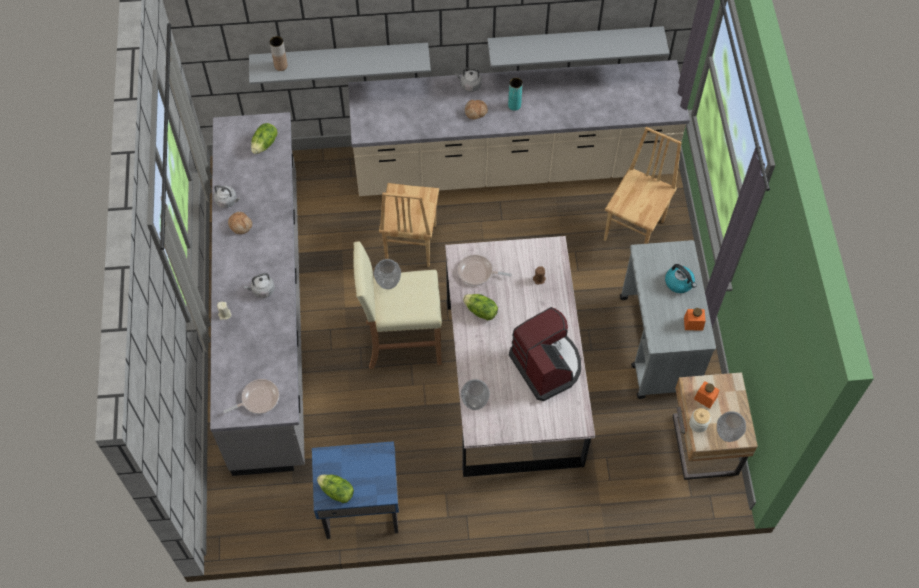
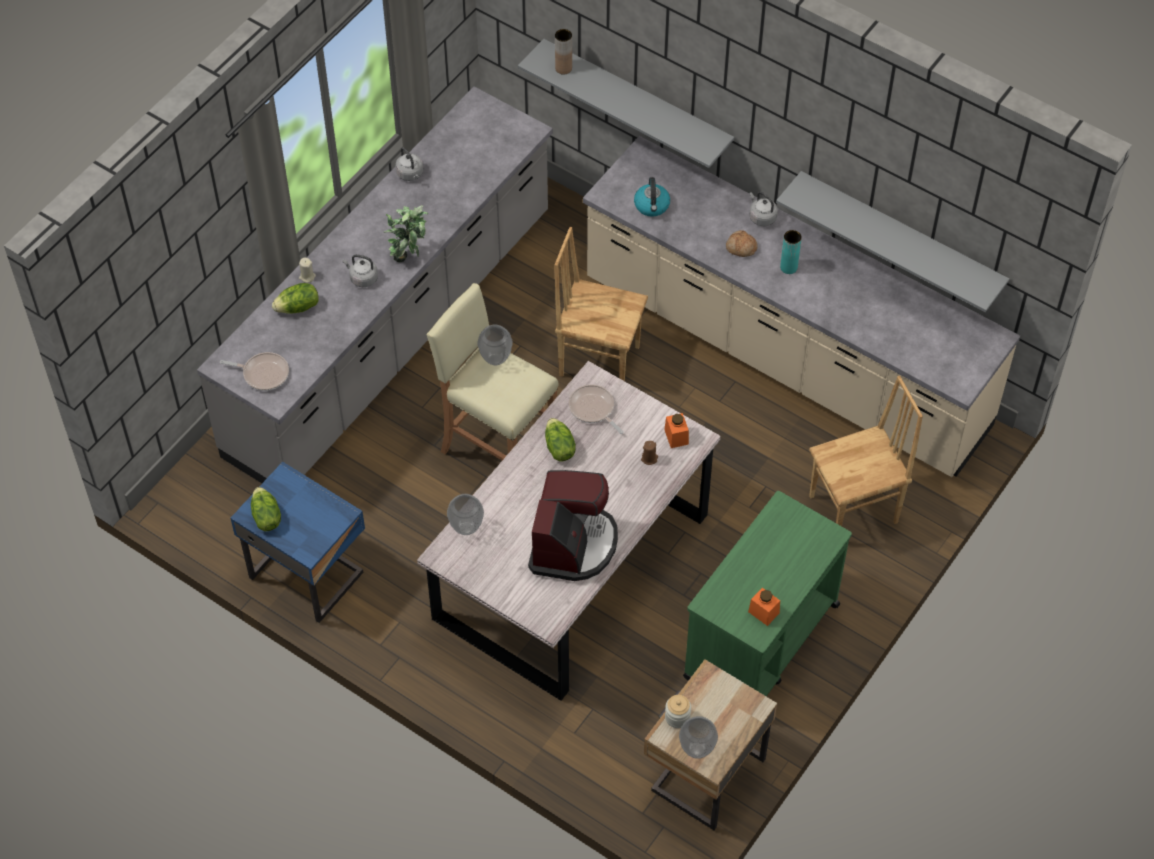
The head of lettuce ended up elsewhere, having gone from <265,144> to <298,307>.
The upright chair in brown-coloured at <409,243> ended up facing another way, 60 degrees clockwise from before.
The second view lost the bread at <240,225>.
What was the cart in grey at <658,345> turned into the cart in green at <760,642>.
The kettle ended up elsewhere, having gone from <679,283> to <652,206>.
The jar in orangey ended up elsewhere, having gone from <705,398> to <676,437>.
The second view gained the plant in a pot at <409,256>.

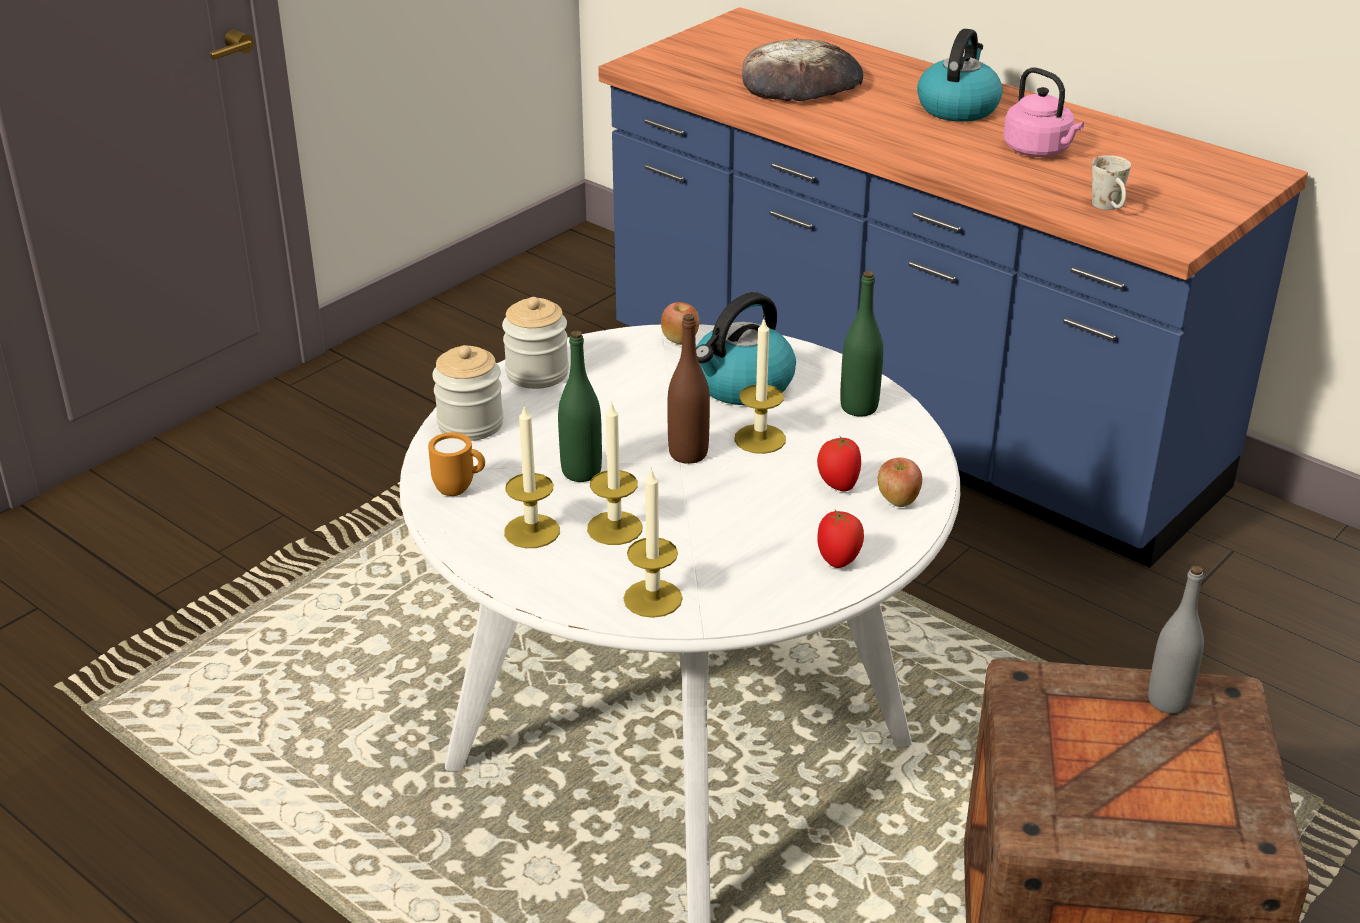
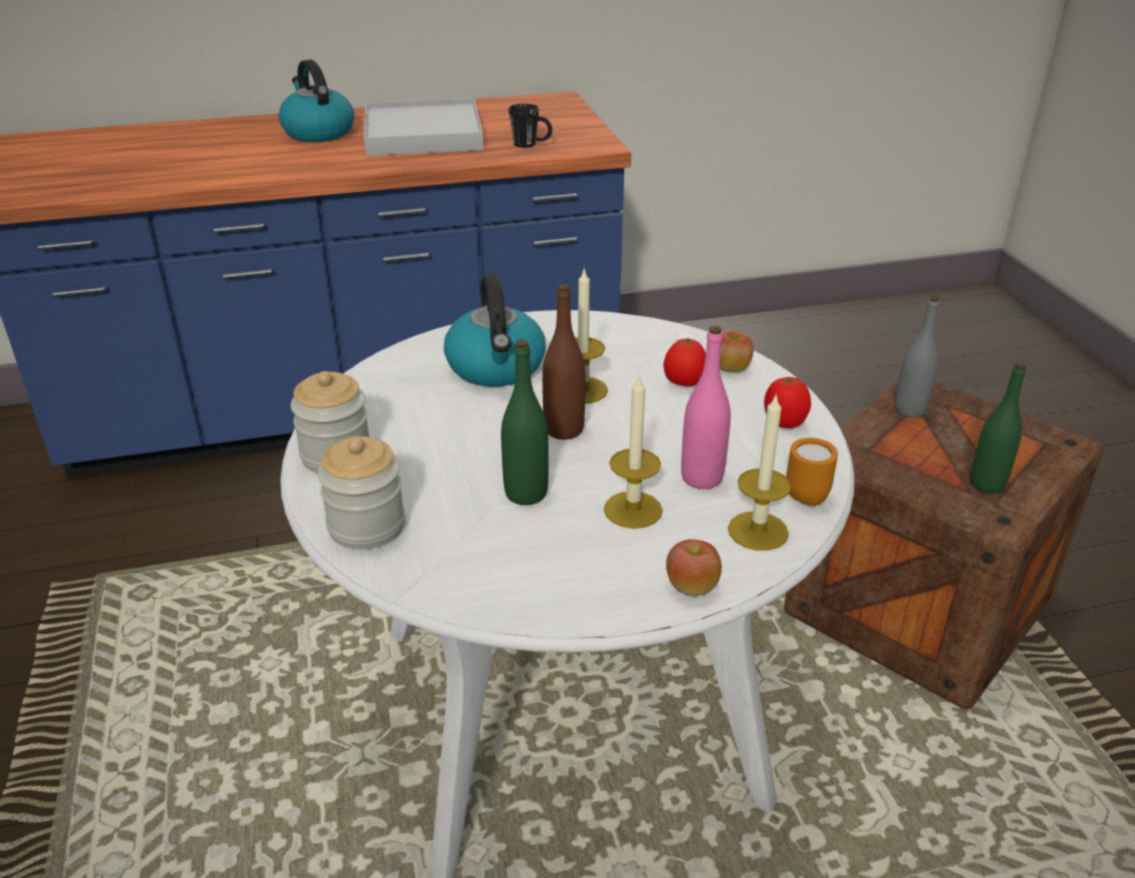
The second view lost the bread at <801,82>.
Where the kettle in pink-coloured stood at <1039,151>, the tray in white came to stand at <423,134>.
What was the coffee mug in white at <1110,208> turned into the coffee mug in black at <531,145>.
The drink bottle in green ended up elsewhere, having gone from <859,407> to <987,484>.
The whole apple ended up elsewhere, having gone from <680,340> to <691,588>.
The second view lost the candle at <532,531>.
The coffee mug in orangey ended up elsewhere, having gone from <460,489> to <810,494>.
The second view gained the drink bottle in pink-coloured at <702,478>.

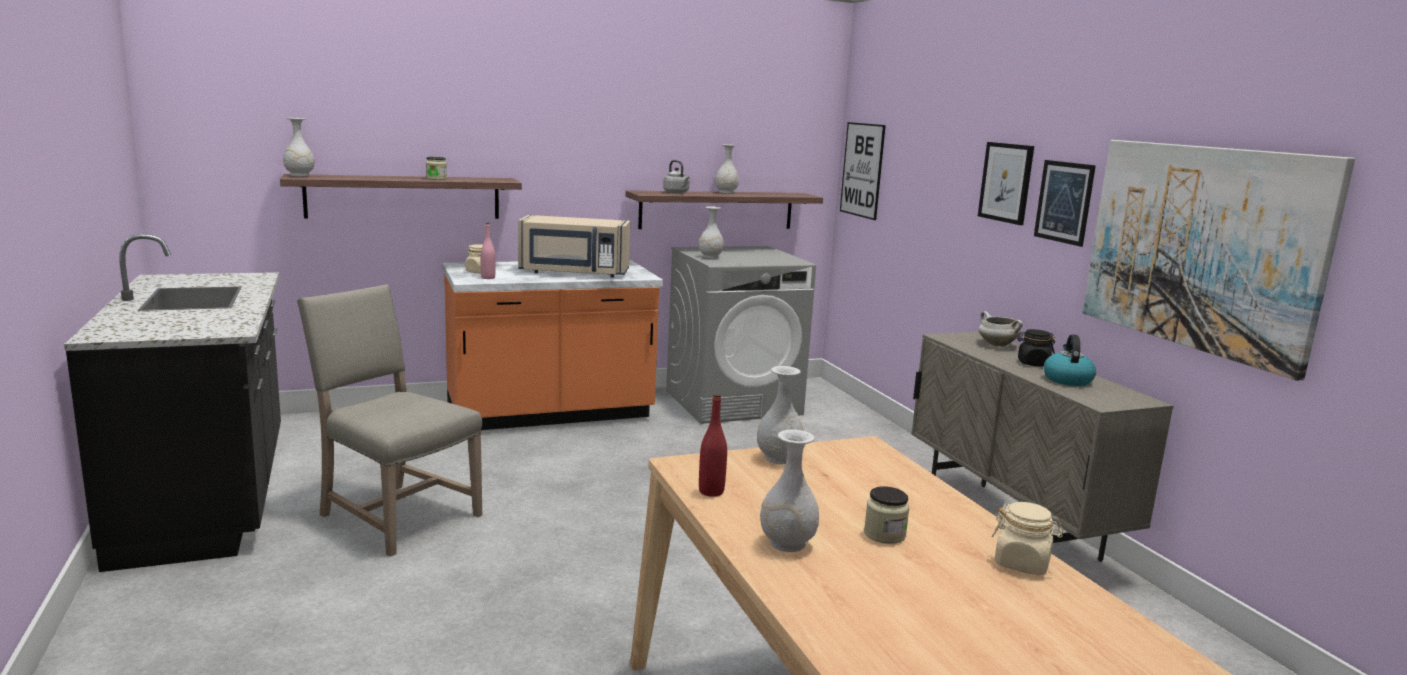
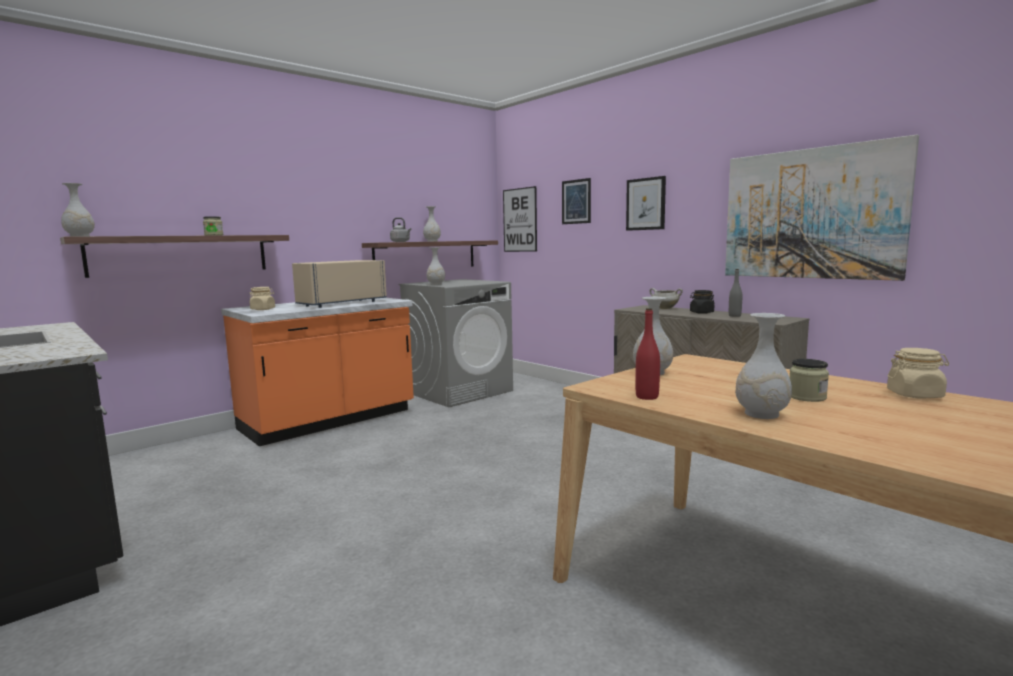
The wall art ended up elsewhere, having gone from <1064,202> to <576,201>.
The kitchen microwave in sand-coloured at <574,273> ended up facing another way, 150 degrees clockwise from before.
The second view lost the drink bottle in pink-coloured at <488,278>.
The second view lost the upright chair in sand-coloured at <394,515>.
Where the kettle stood at <1067,379>, the drink bottle in grey came to stand at <734,316>.

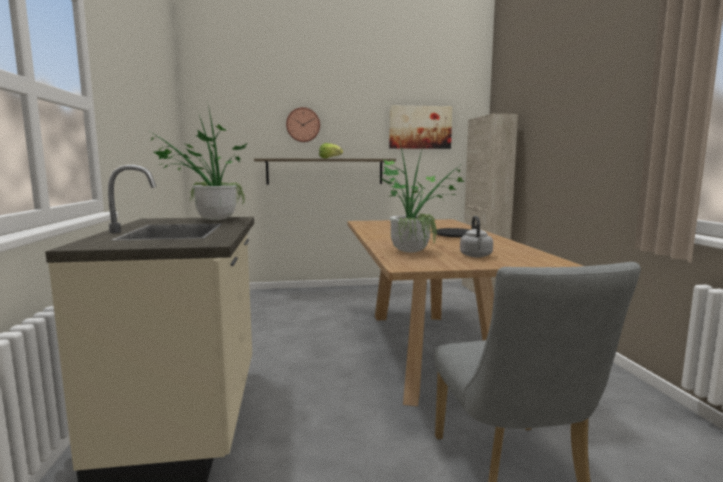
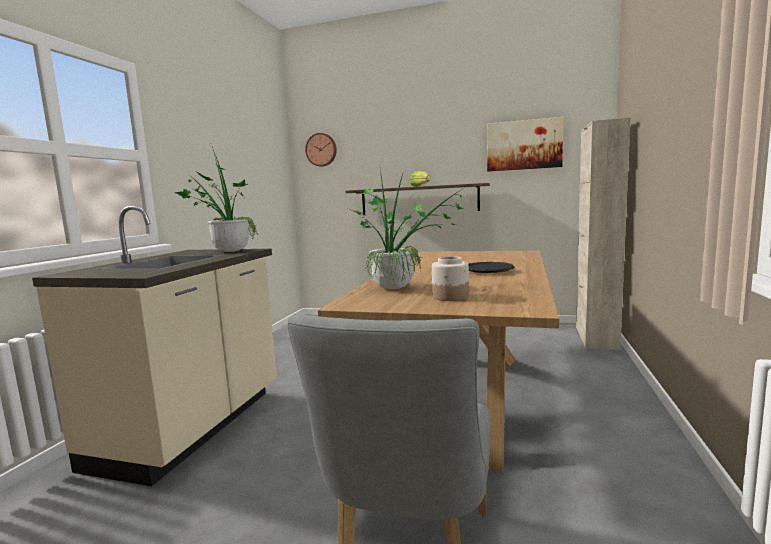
The wall clock ended up elsewhere, having gone from <303,125> to <321,150>.
Where the kettle in grey stood at <476,256>, the jar came to stand at <450,297>.

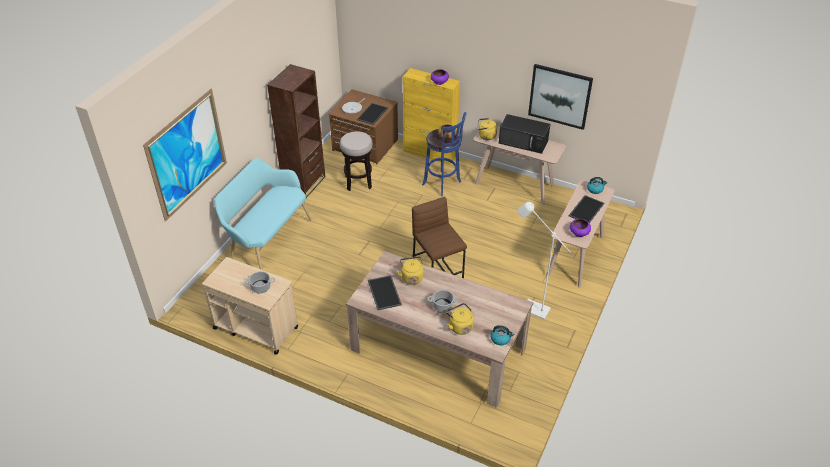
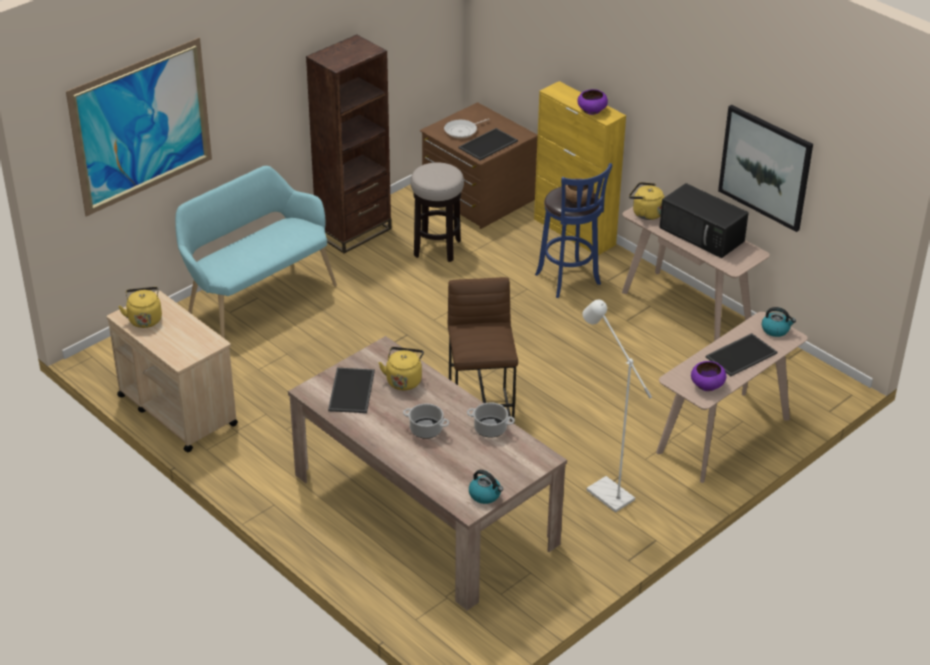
The saucepot ended up elsewhere, having gone from <260,287> to <490,429>.
The kettle in yellow-coloured ended up elsewhere, having gone from <460,326> to <144,319>.

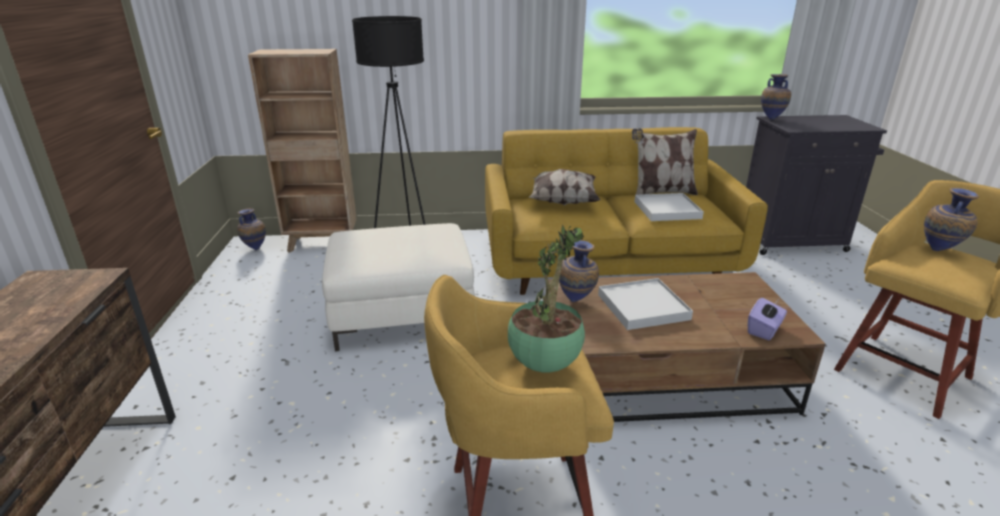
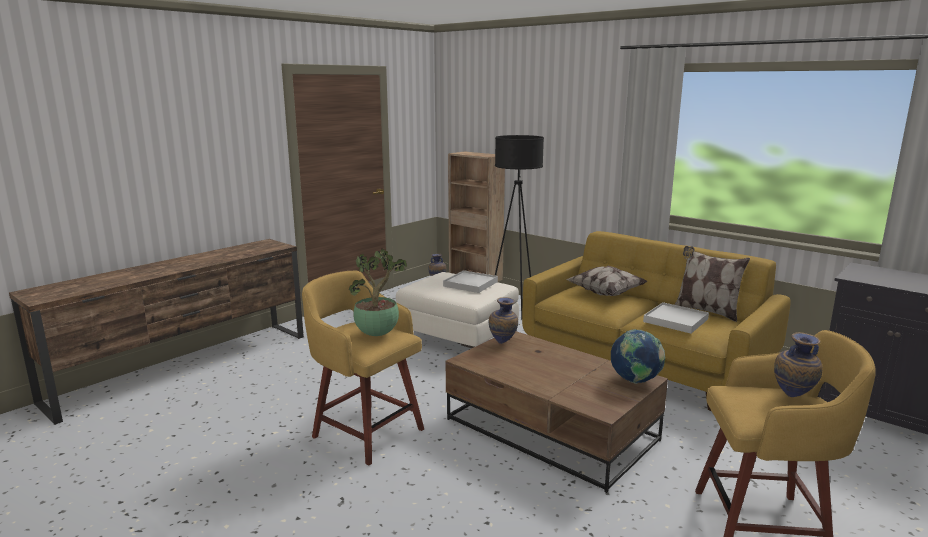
The second view lost the decorative vase at <771,119>.
The tray in white ended up elsewhere, having gone from <643,307> to <470,284>.
The second view lost the box of tissues in purplish at <764,330>.
The second view gained the globe at <635,381>.

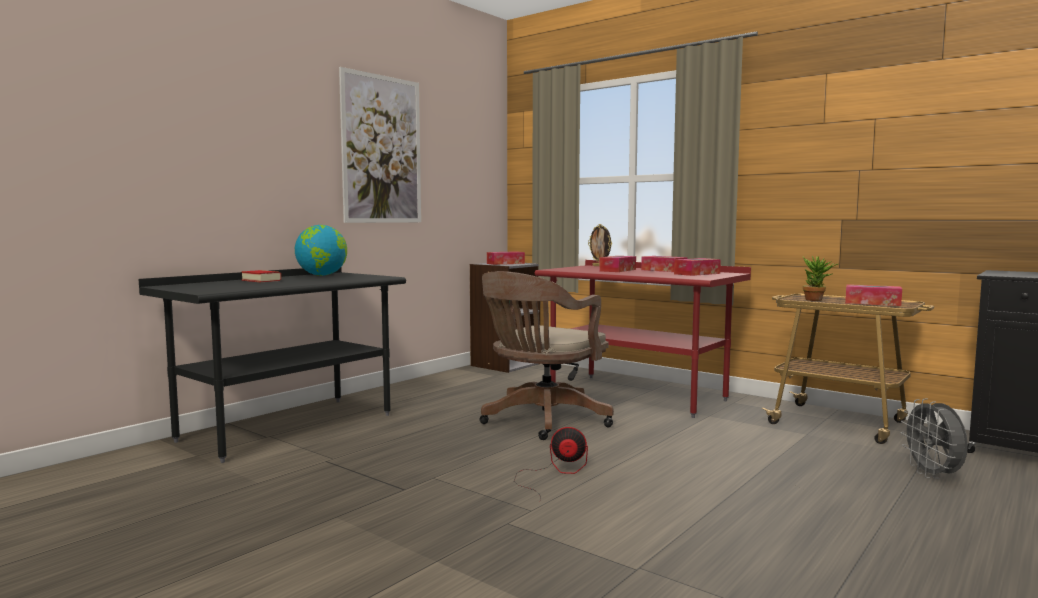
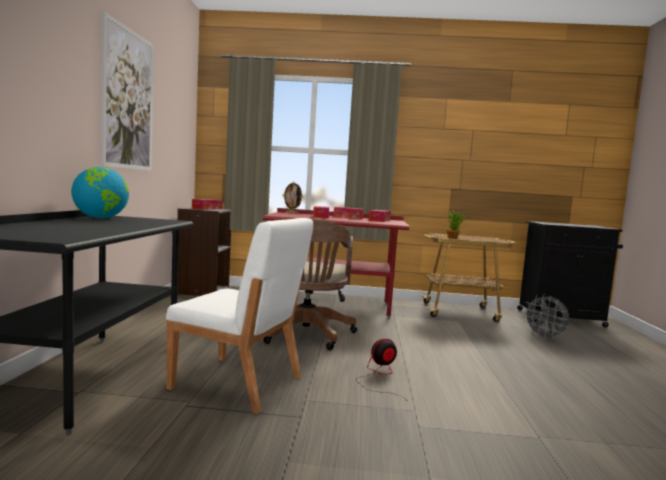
The second view lost the bound book at <261,280>.
The second view lost the box of tissues at <872,303>.
The second view gained the upright chair in white at <238,383>.

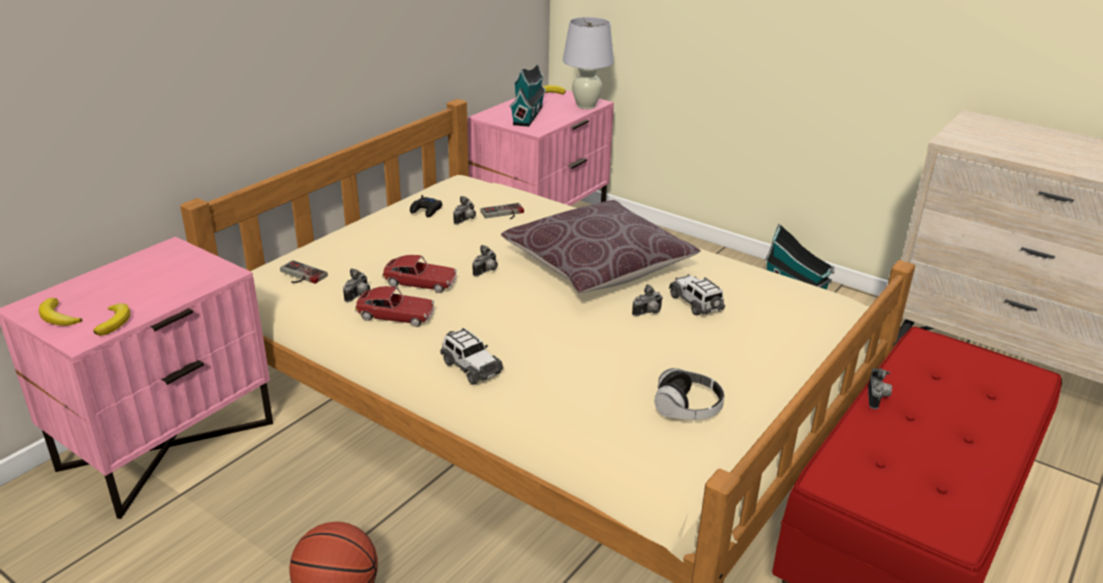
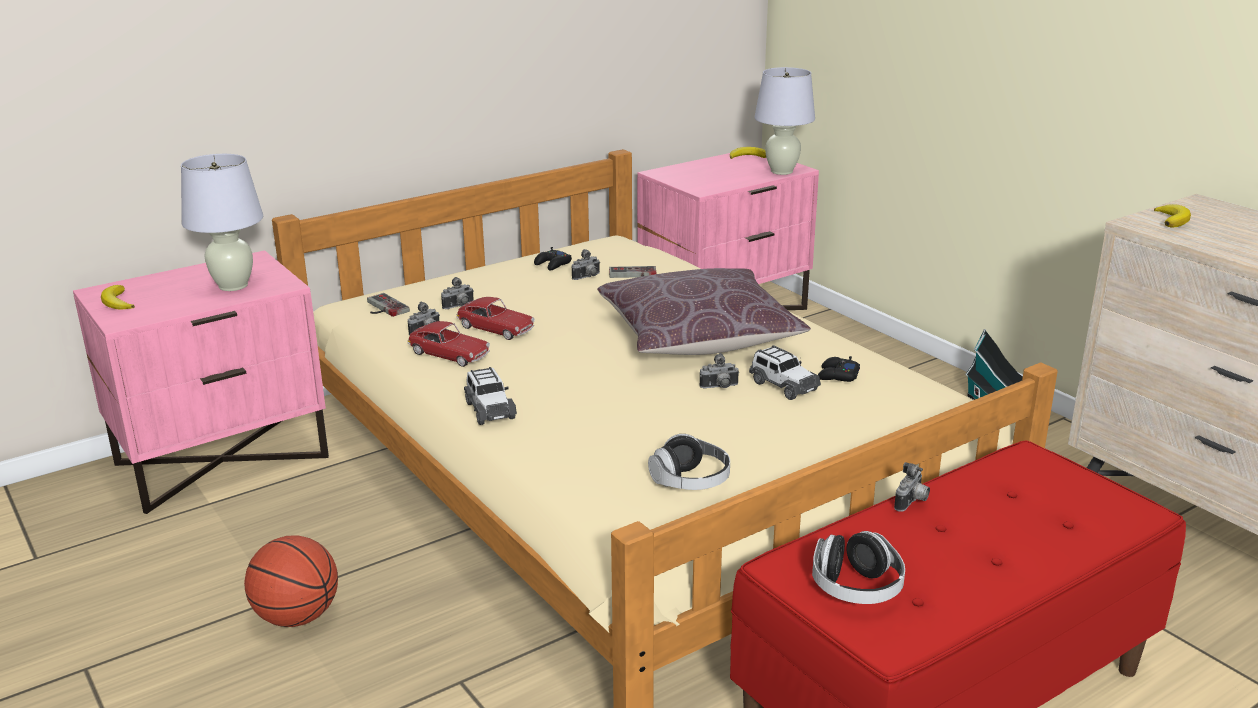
The second view lost the miniature house at <528,114>.
The photo camera ended up elsewhere, having gone from <487,271> to <459,306>.
The miniature car at <696,303> ended up facing another way, 150 degrees clockwise from before.
The whole banana ended up elsewhere, having gone from <114,322> to <1172,220>.
The second view gained the lamp for a table in white at <233,286>.
The second view gained the game controller in black at <837,375>.
The second view gained the headset at <856,589>.

